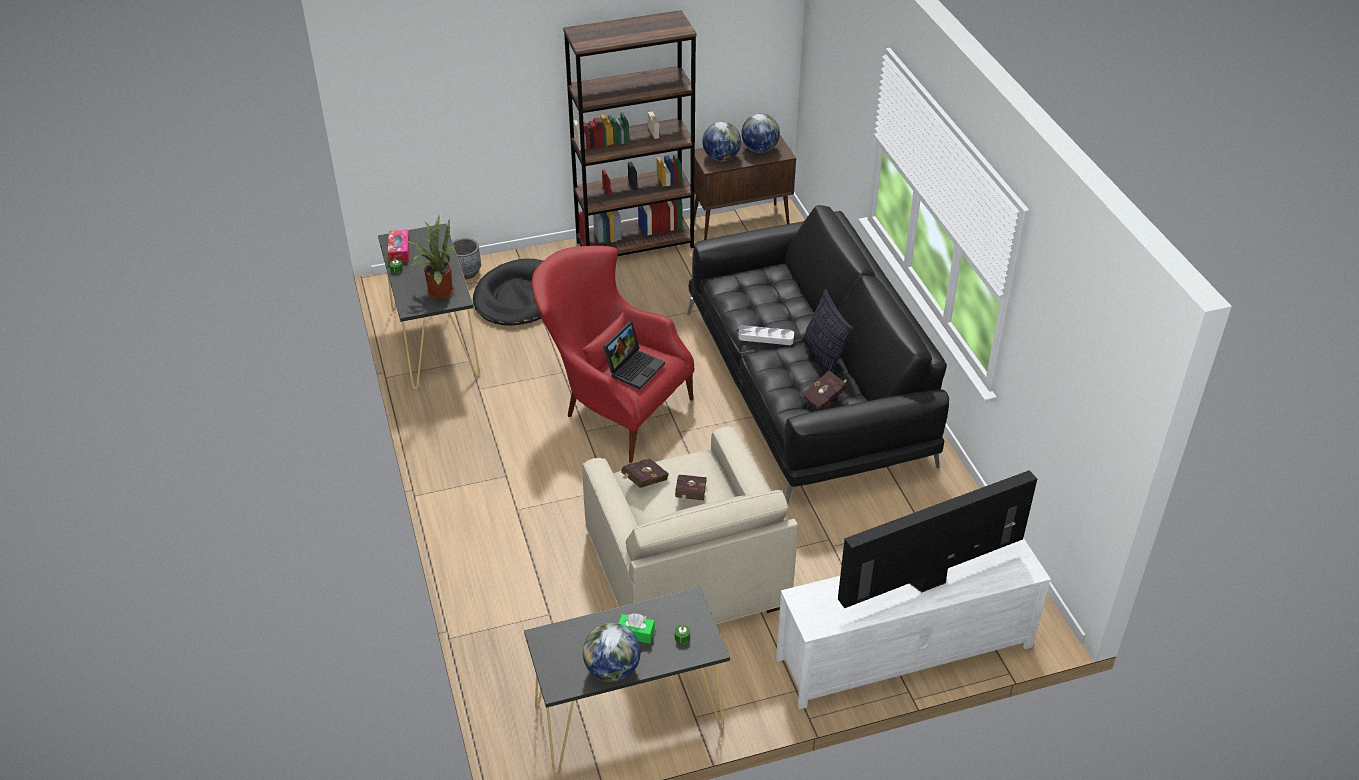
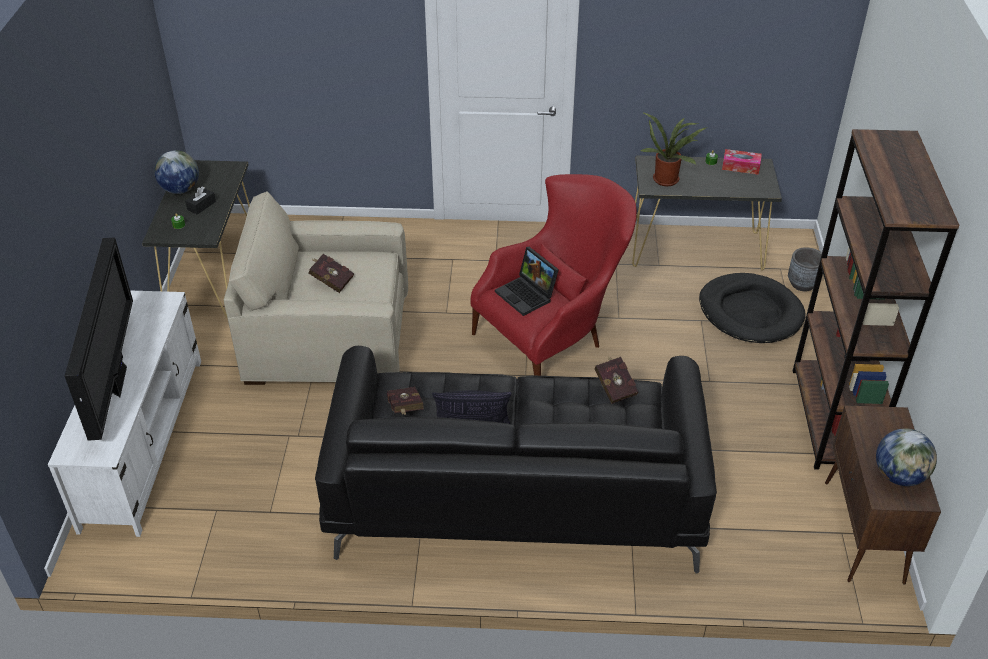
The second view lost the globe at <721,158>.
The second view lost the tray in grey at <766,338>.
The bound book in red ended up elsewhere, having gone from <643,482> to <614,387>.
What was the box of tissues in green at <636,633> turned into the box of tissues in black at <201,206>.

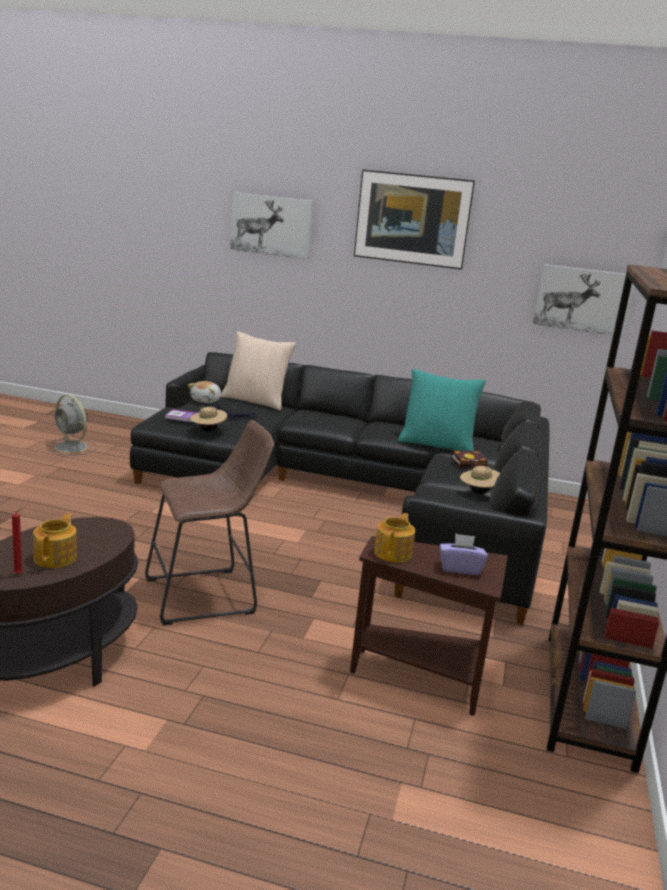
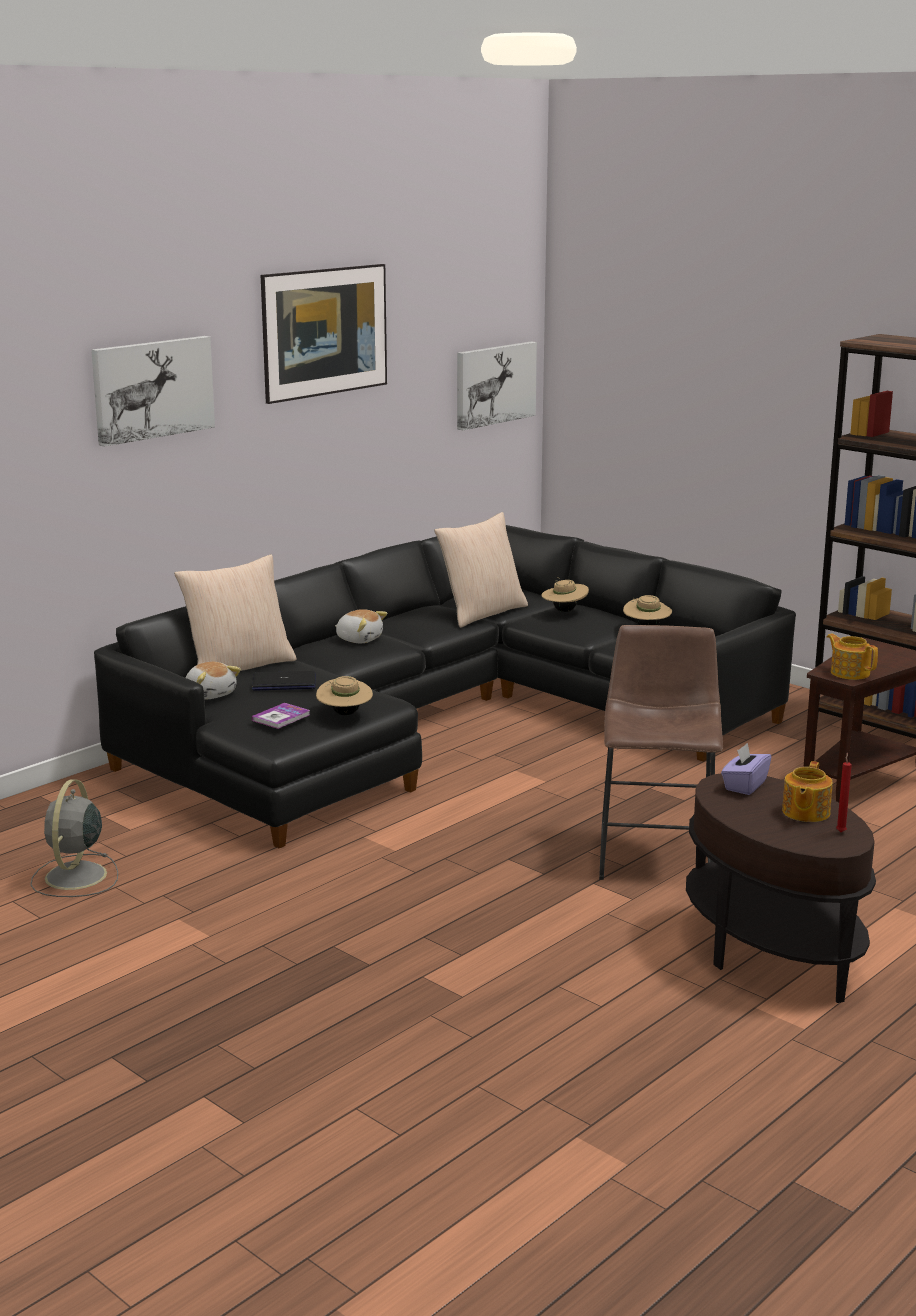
What was the cushion in blue-green at <437,444> turned into the cushion in sand-coloured at <482,613>.
The electric fan in grey at <72,447> ended up facing another way, 120 degrees clockwise from before.
Where the bound book stood at <470,463>, the hat in sand-coloured came to stand at <564,611>.
The tea pot at <56,558> ended up facing another way, 105 degrees counterclockwise from before.
The box of tissues in purplish ended up elsewhere, having gone from <460,568> to <744,785>.
The second view gained the soft toy at <359,639>.

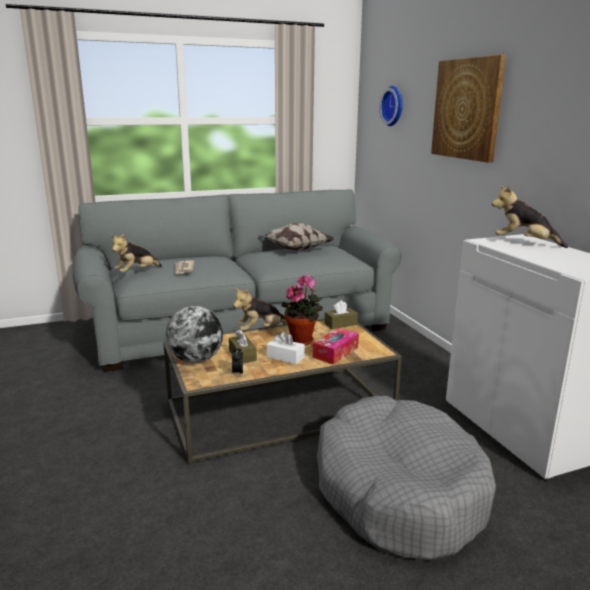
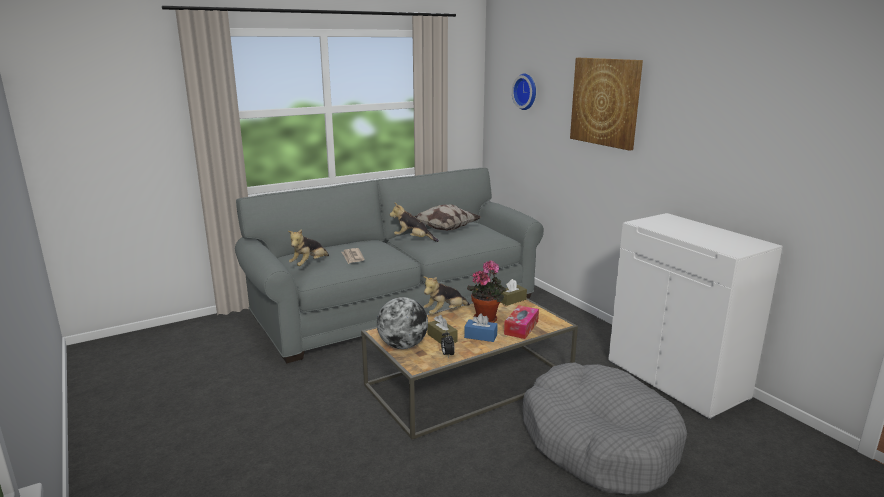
The soft toy ended up elsewhere, having gone from <524,243> to <413,239>.
What was the box of tissues in white at <285,357> turned into the box of tissues in blue-coloured at <480,336>.

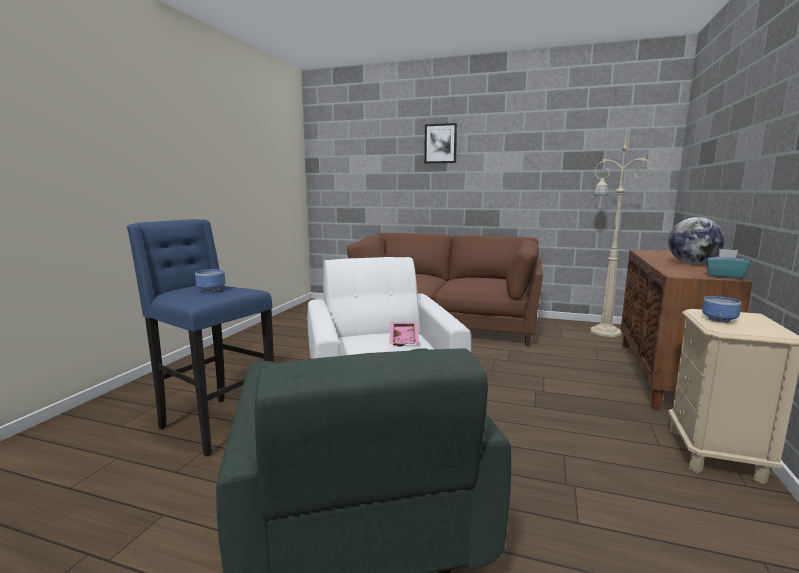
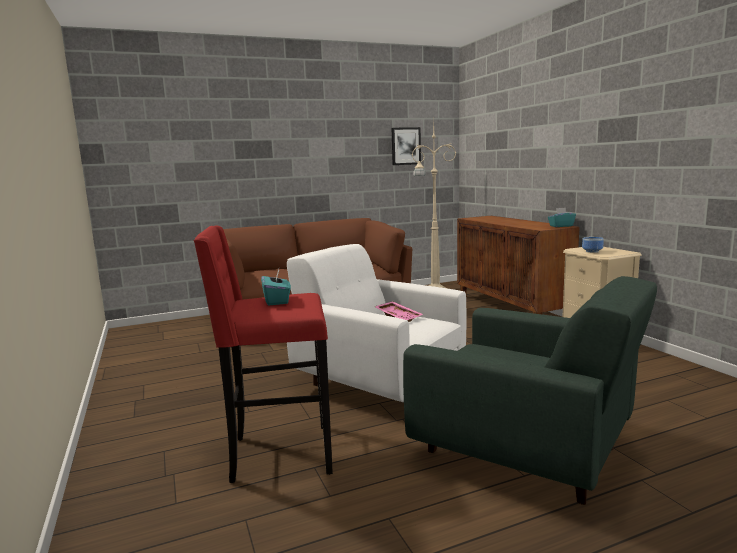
The wall art ended up elsewhere, having gone from <440,143> to <405,146>.
The second view lost the globe at <692,263>.
What was the sitting stool in blue-coloured at <215,424> turned into the sitting stool in red at <279,454>.
Where the serving bowl stood at <211,290>, the box of tissues in blue-green came to stand at <277,301>.

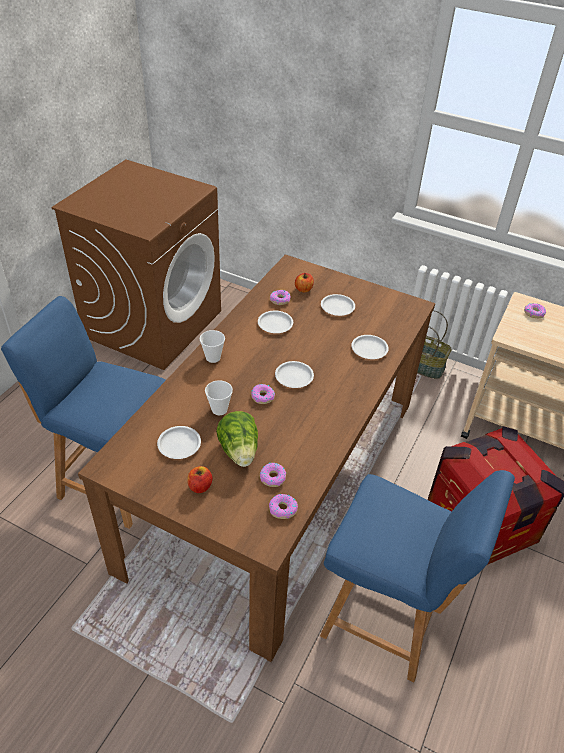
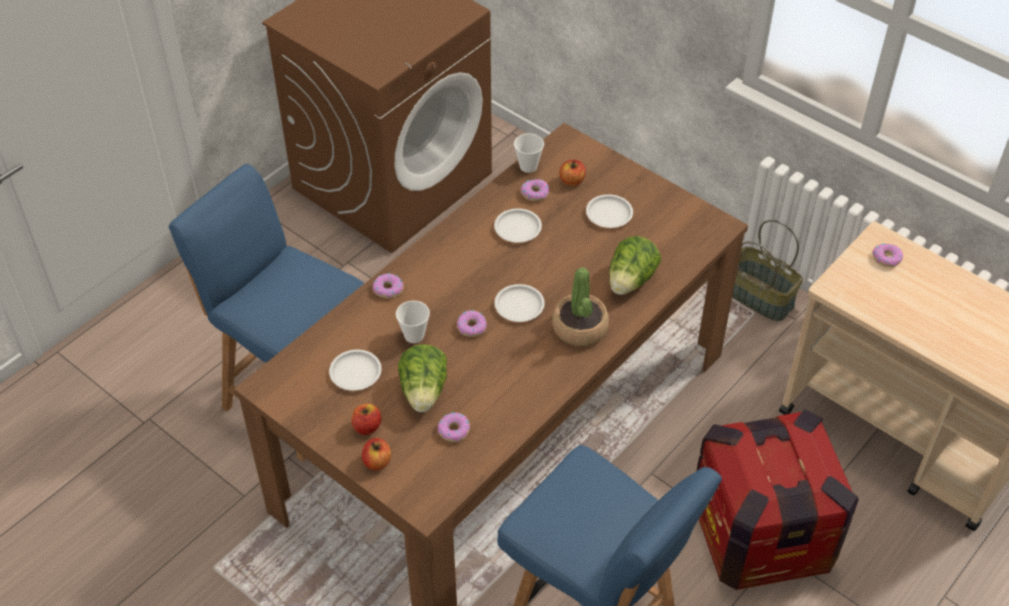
The small cup ended up elsewhere, having gone from <213,358> to <528,166>.
Where the flat dish in white stood at <369,349>, the head of lettuce came to stand at <630,281>.
The ring doughnut ended up elsewhere, having gone from <283,509> to <388,289>.
The second view gained the plant in a pot at <580,328>.
The second view gained the whole apple at <377,462>.

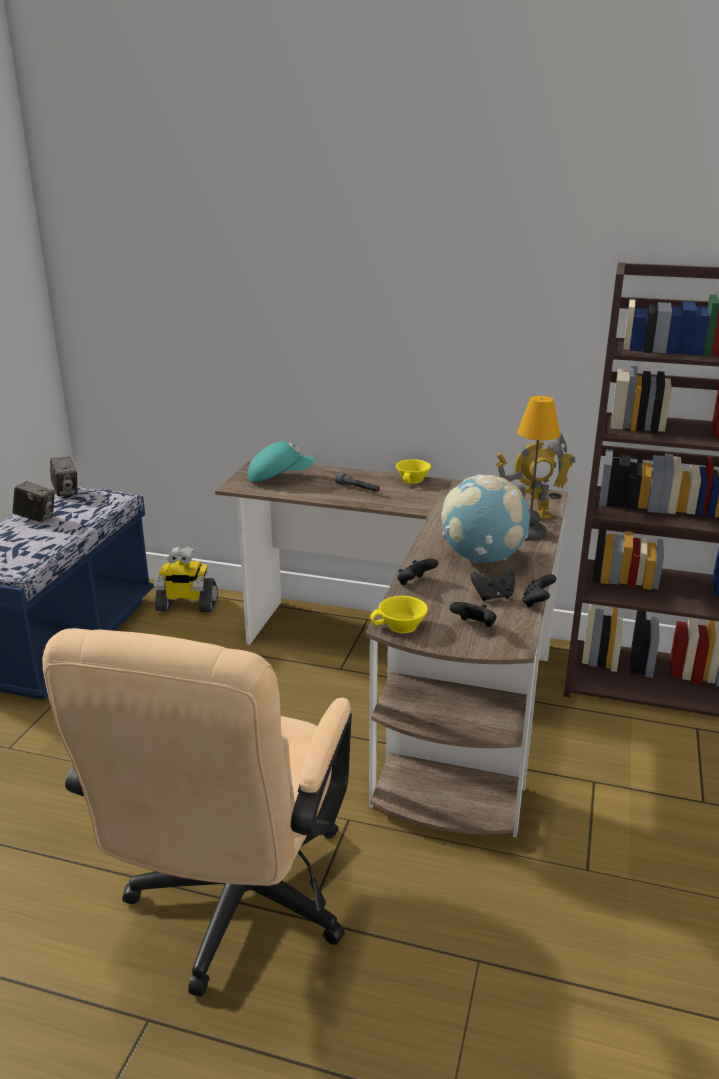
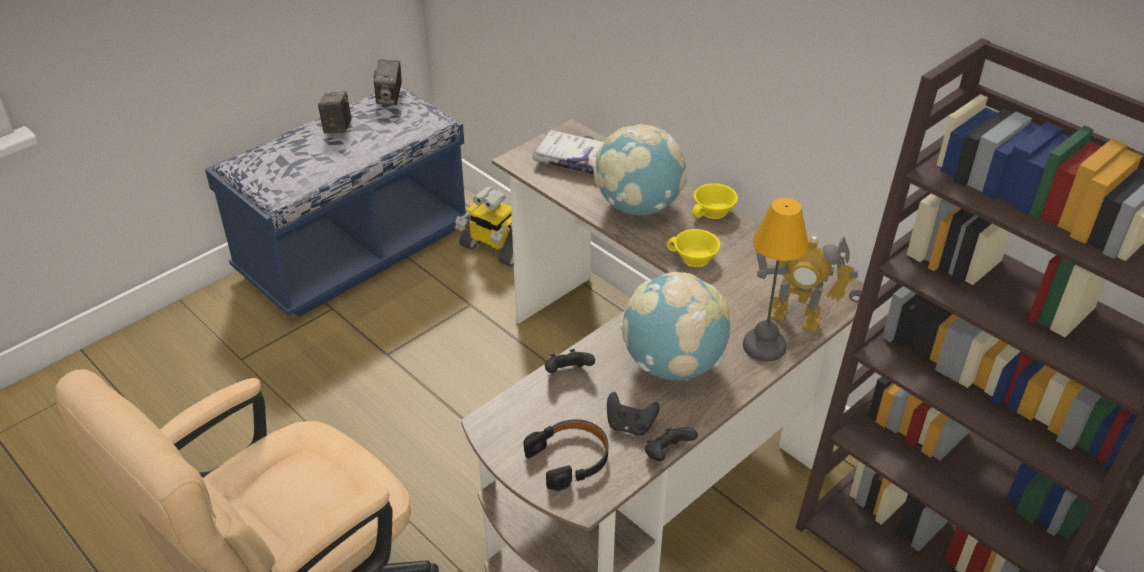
Where the cap in blue-green stood at <279,477>, the bound book in white came to stand at <572,160>.
Where the hand torch in grey stood at <358,489>, the globe came to stand at <639,206>.
The photo camera at <36,518> ended up facing another way, 135 degrees counterclockwise from before.
The small cup in yellow-coloured ended up elsewhere, having gone from <401,627> to <693,259>.
Where the game controller in black stood at <474,626>, the headset in black came to stand at <570,459>.

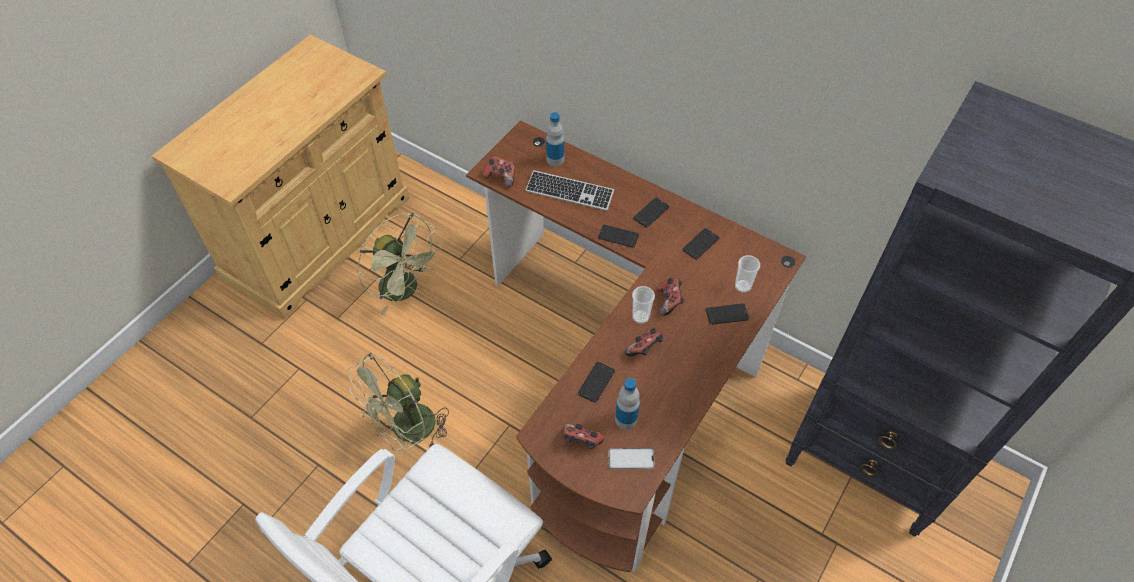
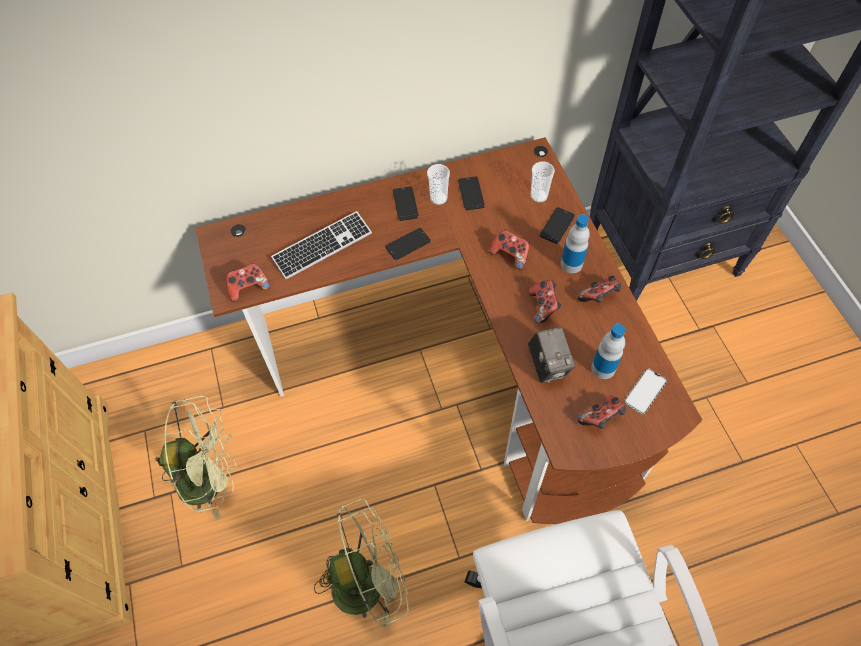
The drink bottle ended up elsewhere, having gone from <555,159> to <571,264>.
The small cup ended up elsewhere, having gone from <640,317> to <438,198>.
The electric fan in green at <406,431> ended up facing another way, 105 degrees counterclockwise from before.
Where the telephone stood at <596,382>, the photo camera came to stand at <548,365>.
The second view gained the game controller at <598,297>.

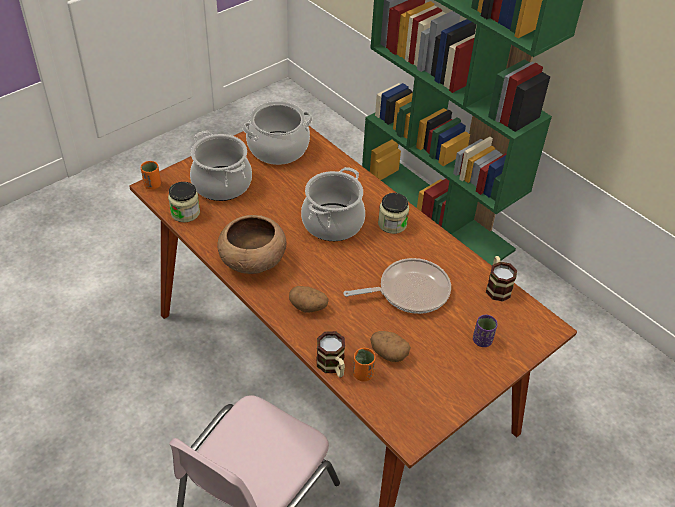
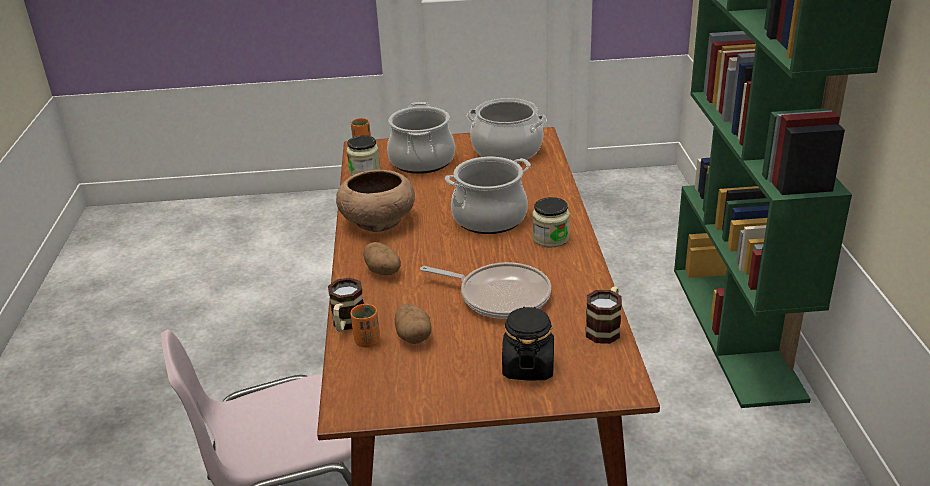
Where the small cup in purplish stood at <482,340>, the jar in black came to stand at <528,366>.

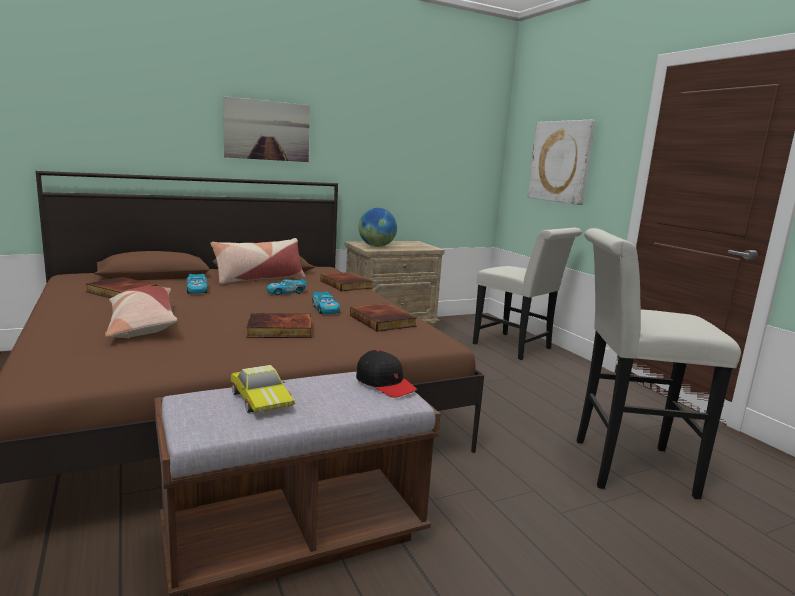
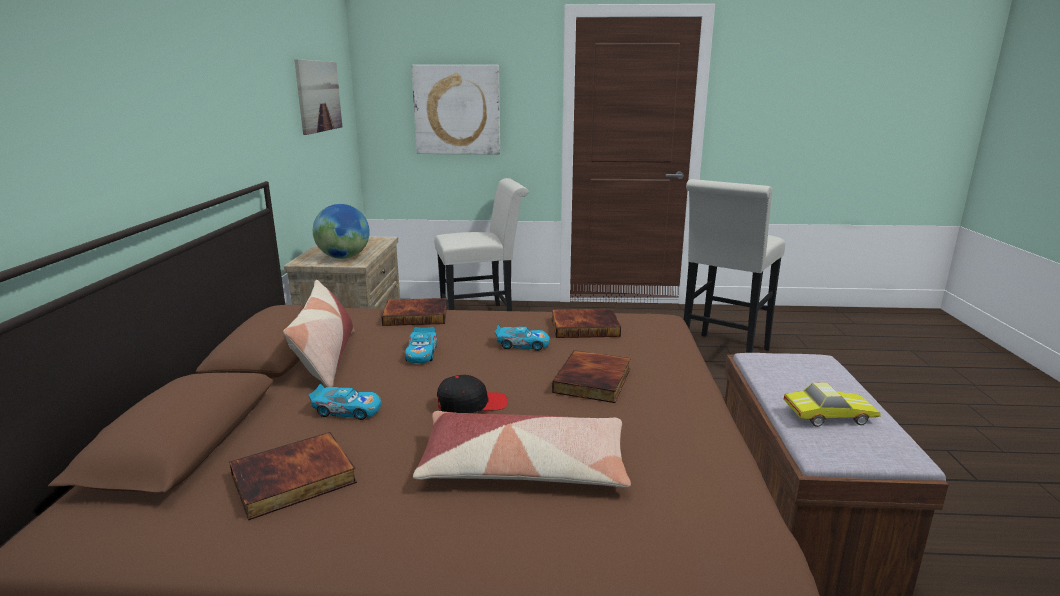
The wall art ended up elsewhere, having gone from <267,130> to <318,96>.
The cap in black ended up elsewhere, having gone from <385,383> to <471,404>.

